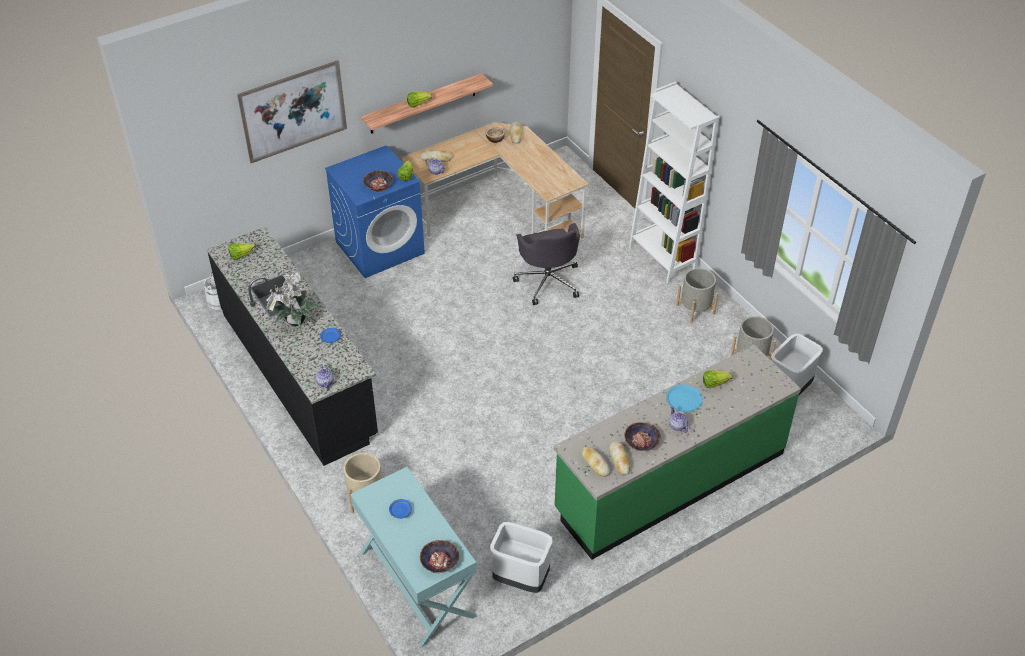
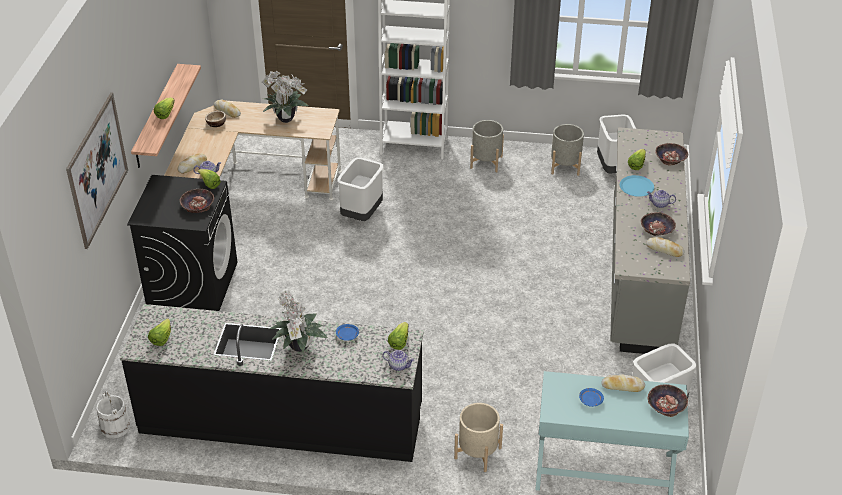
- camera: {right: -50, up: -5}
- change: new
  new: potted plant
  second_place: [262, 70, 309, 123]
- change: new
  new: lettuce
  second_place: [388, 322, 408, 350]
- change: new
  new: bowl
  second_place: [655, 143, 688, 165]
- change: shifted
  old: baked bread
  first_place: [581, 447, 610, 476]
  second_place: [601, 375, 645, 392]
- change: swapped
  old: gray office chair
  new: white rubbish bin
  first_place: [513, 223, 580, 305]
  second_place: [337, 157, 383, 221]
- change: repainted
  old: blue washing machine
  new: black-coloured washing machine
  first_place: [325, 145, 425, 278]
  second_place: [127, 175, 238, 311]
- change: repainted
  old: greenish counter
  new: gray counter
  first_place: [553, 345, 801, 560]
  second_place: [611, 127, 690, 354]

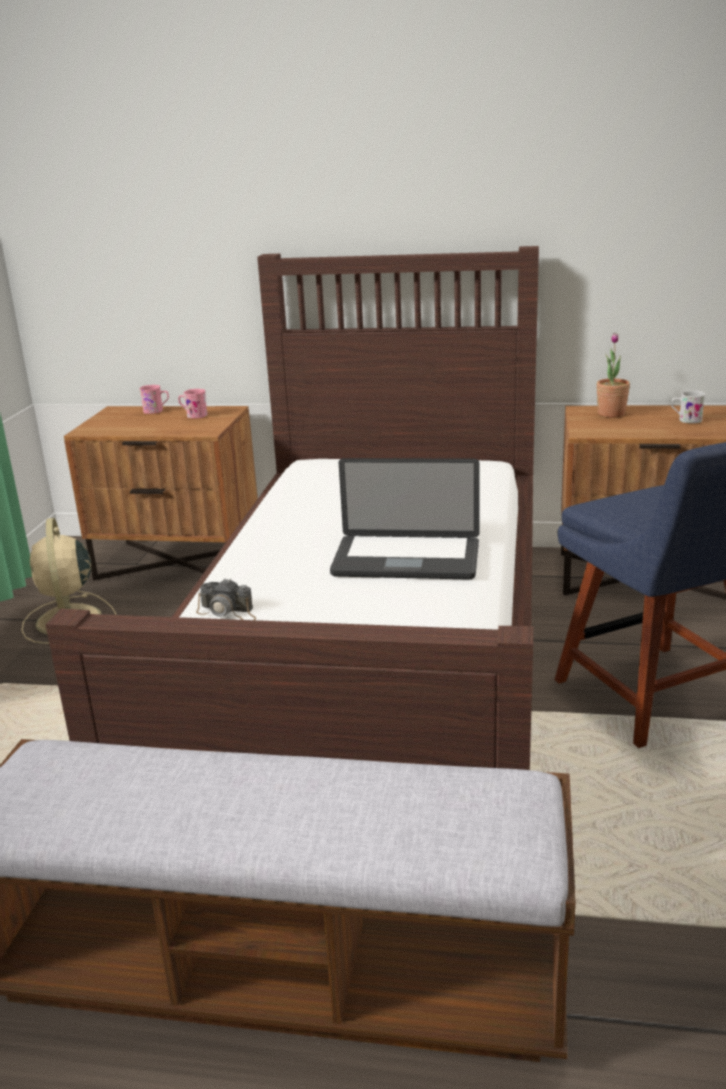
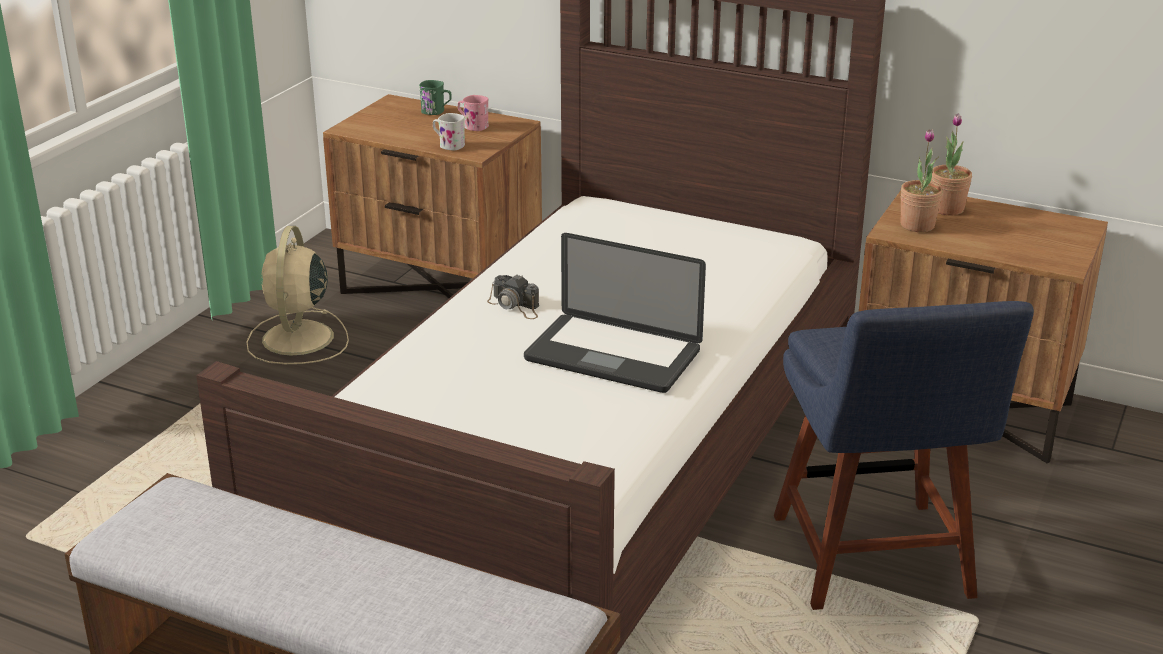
- camera: {right: 15, up: 5}
- change: new
  new: potted plant
  second_place: [901, 129, 943, 232]
- change: shifted
  old: still camera
  first_place: [196, 578, 256, 620]
  second_place: [487, 274, 539, 319]
- change: shifted
  old: white mug
  first_place: [671, 390, 705, 423]
  second_place: [433, 113, 465, 150]
- change: repainted
  old: pink mug
  new: greenish mug
  first_place: [140, 385, 169, 414]
  second_place: [419, 80, 452, 115]

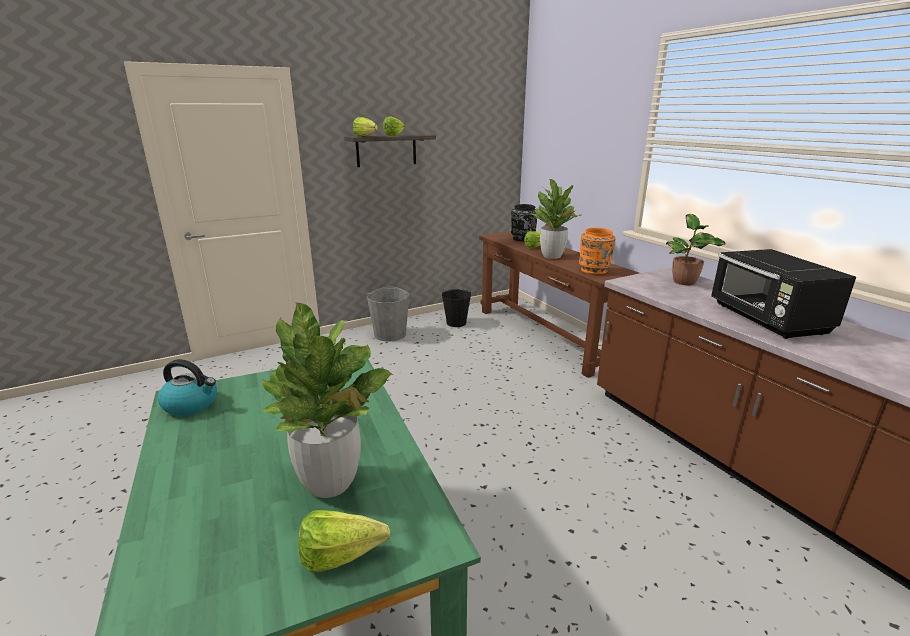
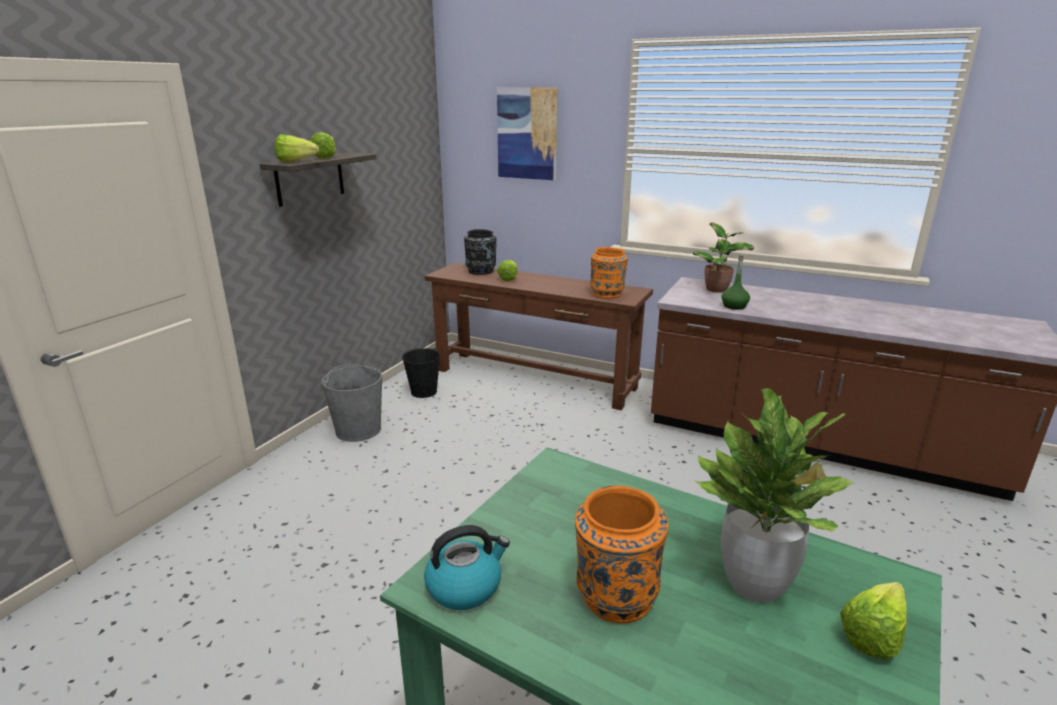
- camera: {right: -35, up: 0}
- change: gone
  old: potted plant
  first_place: [531, 179, 581, 259]
- change: gone
  old: black-coloured microwave oven
  first_place: [711, 249, 856, 339]
- change: new
  new: picture
  second_place: [497, 87, 558, 180]
- change: new
  new: orangey decorative vase
  second_place: [575, 486, 669, 623]
- change: new
  new: greenish beverage bottle
  second_place: [721, 255, 750, 310]

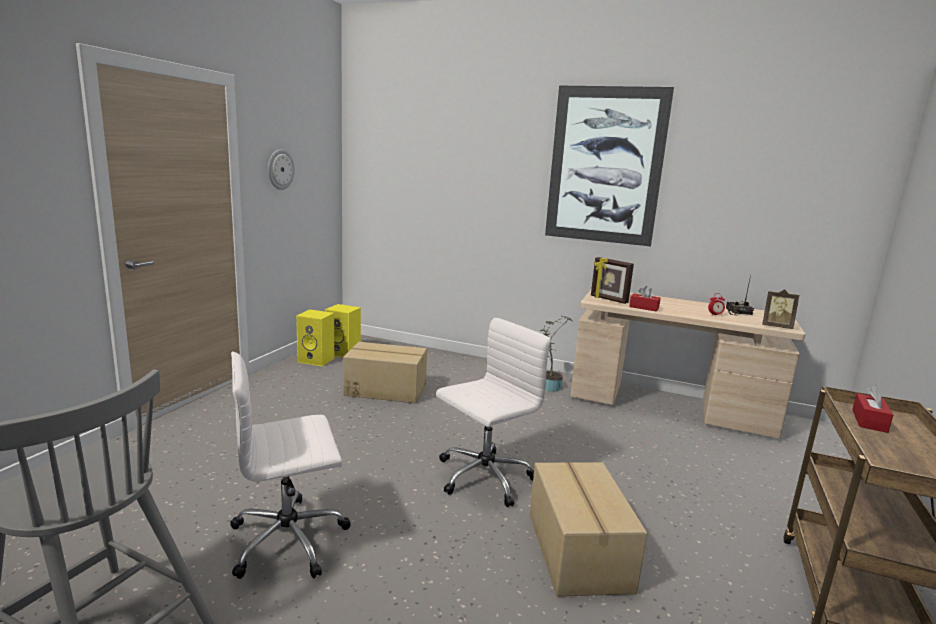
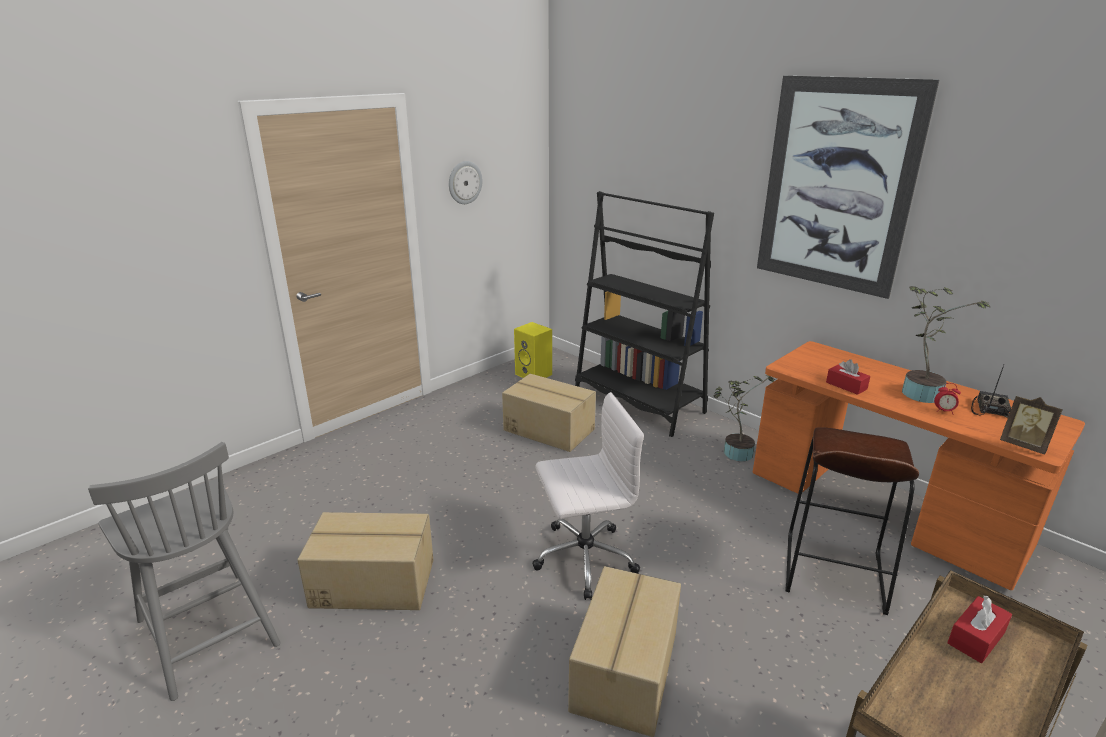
- camera: {right: 25, up: 10}
- change: gone
  old: yellowish speaker
  first_place: [296, 309, 334, 366]
- change: gone
  old: picture frame
  first_place: [591, 257, 634, 304]
- change: new
  new: black-coloured bookshelf
  second_place: [575, 191, 714, 437]
- change: new
  new: brownish stool seat
  second_place: [785, 427, 919, 615]
- change: new
  new: potted plant
  second_place: [902, 286, 990, 403]
- change: swapped
  old: white office chair
  new: cardboard box
  first_place: [230, 352, 351, 579]
  second_place: [297, 512, 434, 610]
- change: repainted
  old: beige-coloured desk
  new: orangey desk
  first_place: [571, 290, 805, 438]
  second_place: [753, 341, 1085, 590]

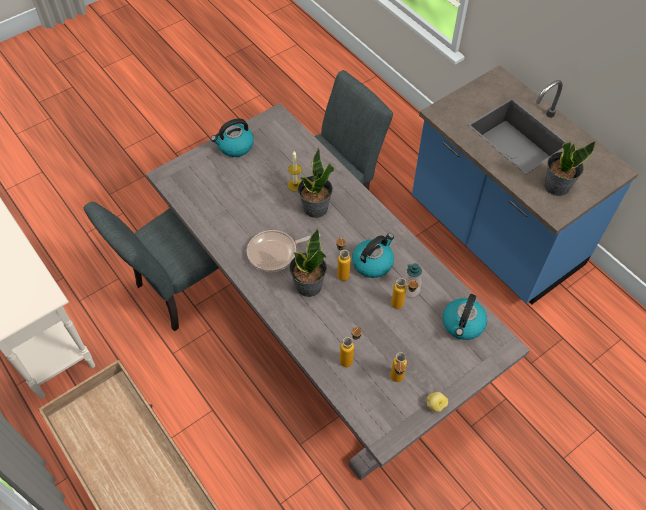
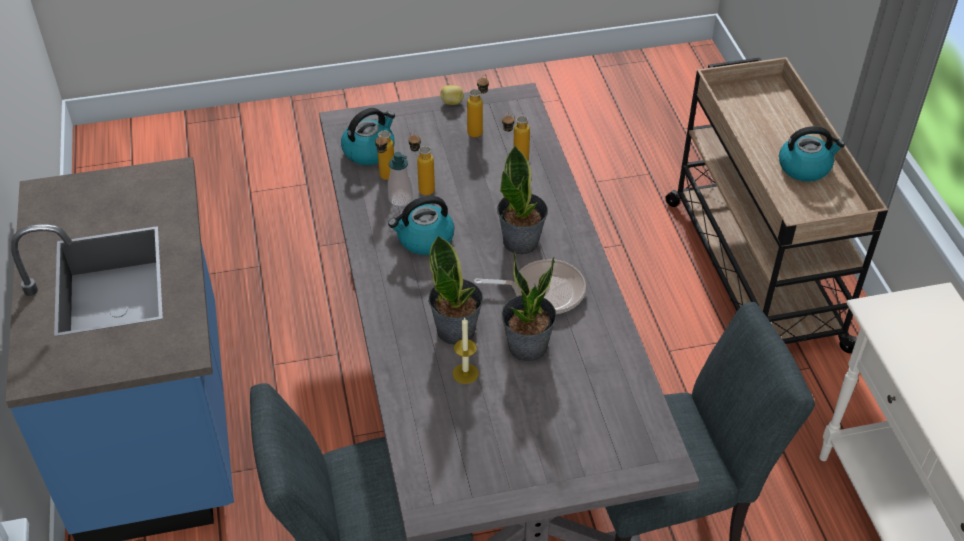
- camera: {right: -155, up: -10}
- change: shifted
  old: kettle
  first_place: [211, 118, 254, 157]
  second_place: [779, 126, 845, 182]
- change: shifted
  old: beverage bottle
  first_place: [336, 237, 351, 281]
  second_place: [375, 131, 394, 180]
- change: shifted
  old: potted plant
  first_place: [545, 141, 596, 196]
  second_place: [502, 251, 557, 361]

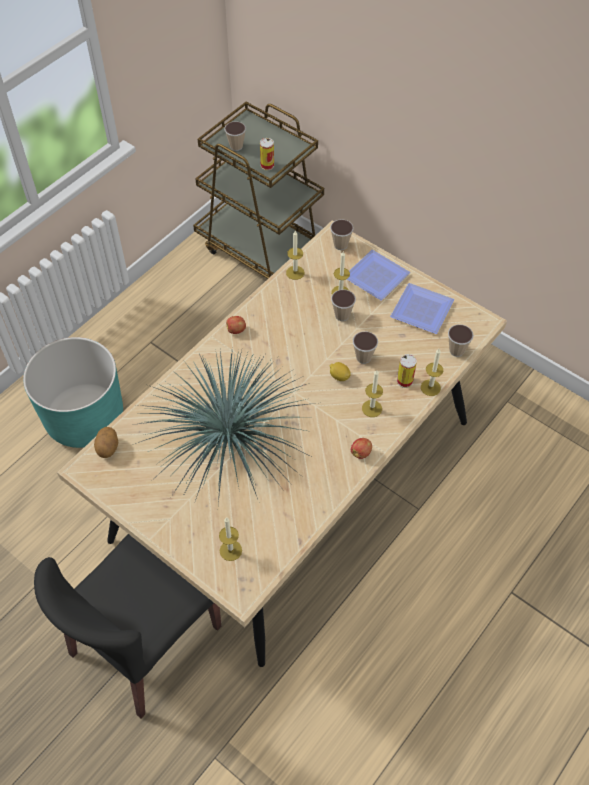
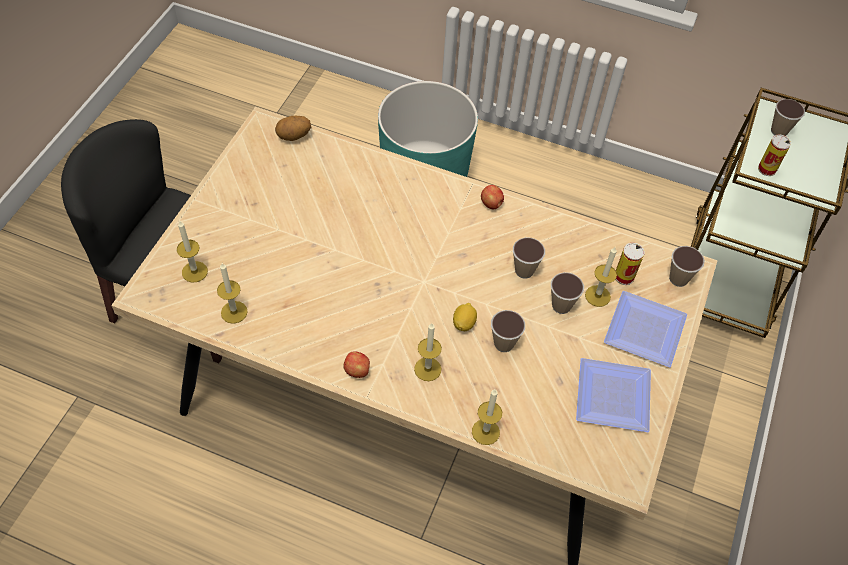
- camera: {right: 70, up: 0}
- change: gone
  old: potted plant
  first_place: [132, 348, 316, 504]
- change: shifted
  old: candle
  first_place: [286, 231, 304, 280]
  second_place: [217, 263, 248, 324]
- change: shifted
  old: sealed can
  first_place: [397, 354, 417, 388]
  second_place: [615, 243, 645, 285]
- change: shifted
  old: small cup
  first_place: [448, 324, 474, 357]
  second_place: [513, 237, 545, 279]

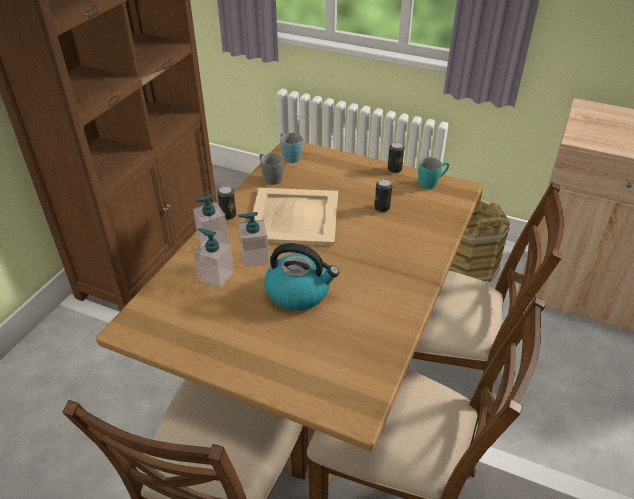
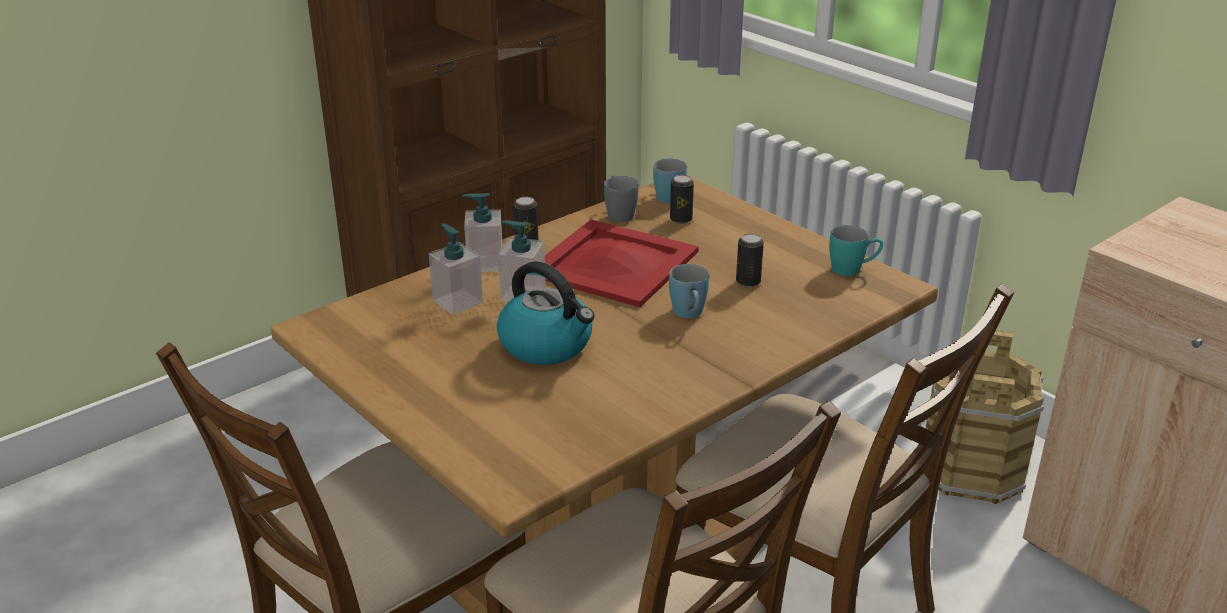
- camera: {right: 25, up: -10}
- change: new
  new: blue mug
  second_place: [669, 264, 709, 318]
- change: shifted
  old: sealed can
  first_place: [388, 142, 404, 173]
  second_place: [670, 175, 694, 224]
- change: repainted
  old: beige-coloured serving tray
  new: red-coloured serving tray
  first_place: [253, 188, 338, 246]
  second_place: [545, 219, 699, 307]

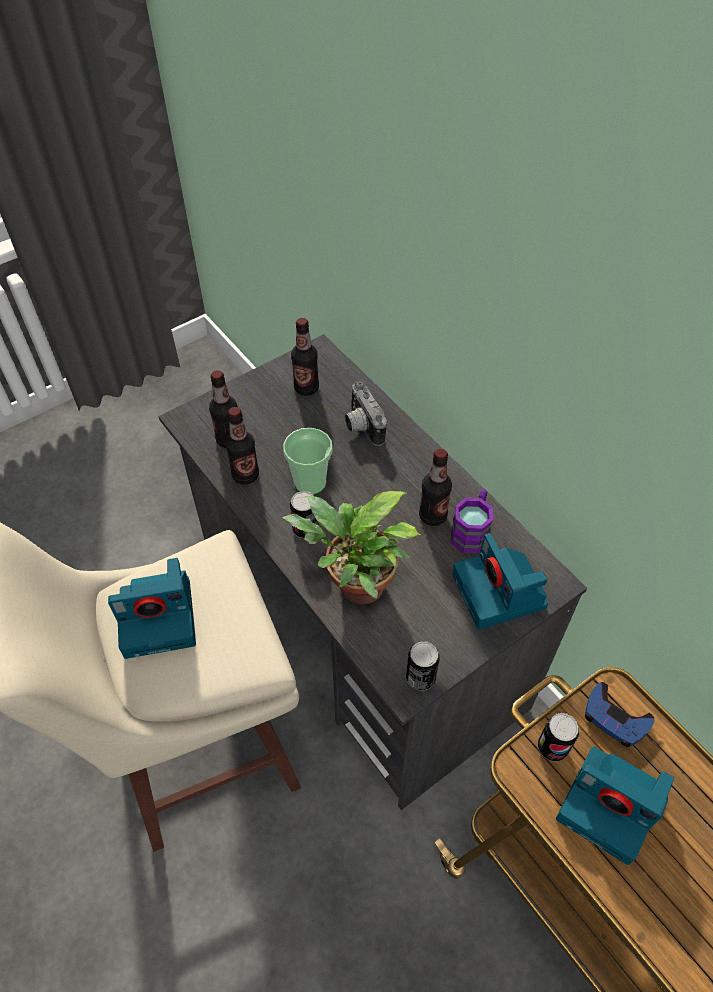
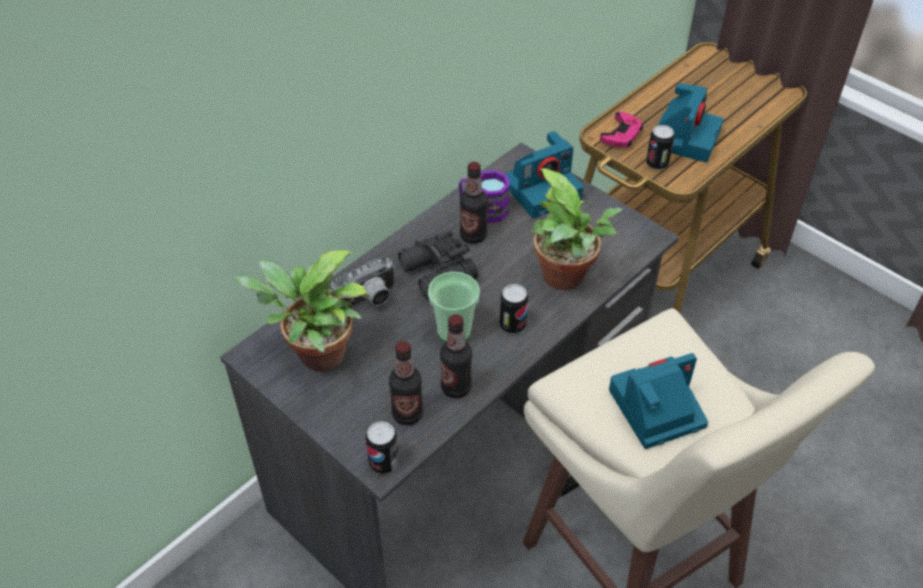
- camera: {right: -100, up: -5}
- change: new
  new: black-coloured binoculars
  second_place: [398, 231, 478, 300]
- change: shifted
  old: sealed can
  first_place: [406, 641, 439, 690]
  second_place: [366, 421, 399, 474]
- change: swapped
  old: beverage bottle
  new: potted plant
  first_place: [291, 318, 319, 396]
  second_place: [233, 250, 370, 372]
- change: repainted
  old: blue joypad
  new: pink joypad
  first_place: [585, 682, 655, 747]
  second_place: [600, 112, 643, 148]
- change: rotated
  old: still camera
  first_place: [108, 558, 196, 659]
  second_place: [609, 353, 708, 449]
  degrees: -90

